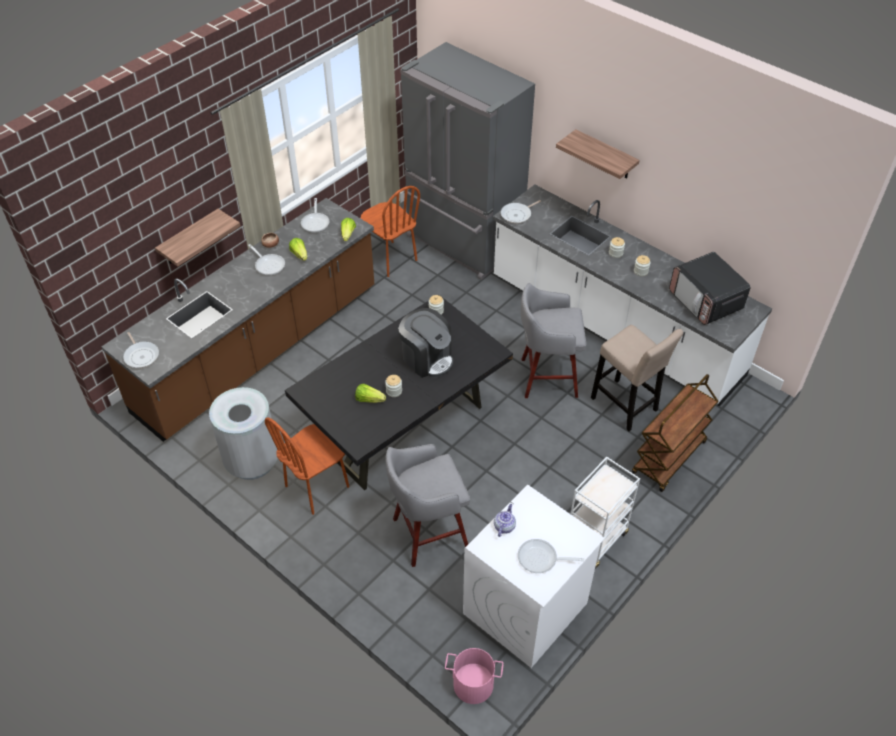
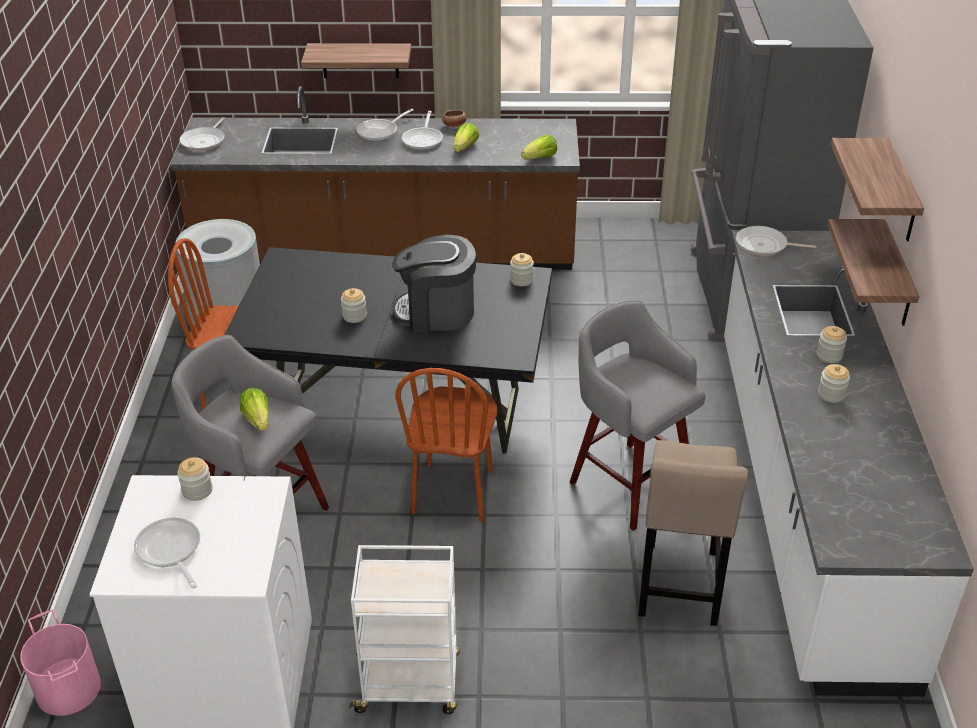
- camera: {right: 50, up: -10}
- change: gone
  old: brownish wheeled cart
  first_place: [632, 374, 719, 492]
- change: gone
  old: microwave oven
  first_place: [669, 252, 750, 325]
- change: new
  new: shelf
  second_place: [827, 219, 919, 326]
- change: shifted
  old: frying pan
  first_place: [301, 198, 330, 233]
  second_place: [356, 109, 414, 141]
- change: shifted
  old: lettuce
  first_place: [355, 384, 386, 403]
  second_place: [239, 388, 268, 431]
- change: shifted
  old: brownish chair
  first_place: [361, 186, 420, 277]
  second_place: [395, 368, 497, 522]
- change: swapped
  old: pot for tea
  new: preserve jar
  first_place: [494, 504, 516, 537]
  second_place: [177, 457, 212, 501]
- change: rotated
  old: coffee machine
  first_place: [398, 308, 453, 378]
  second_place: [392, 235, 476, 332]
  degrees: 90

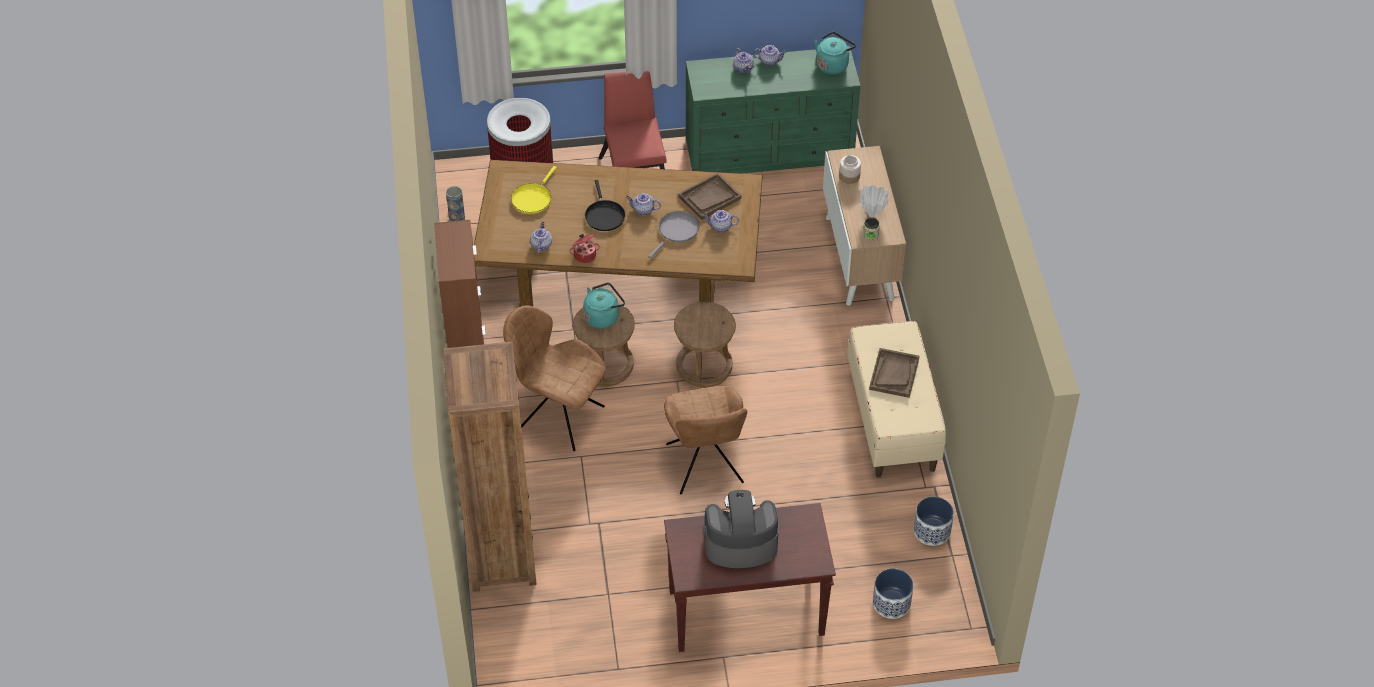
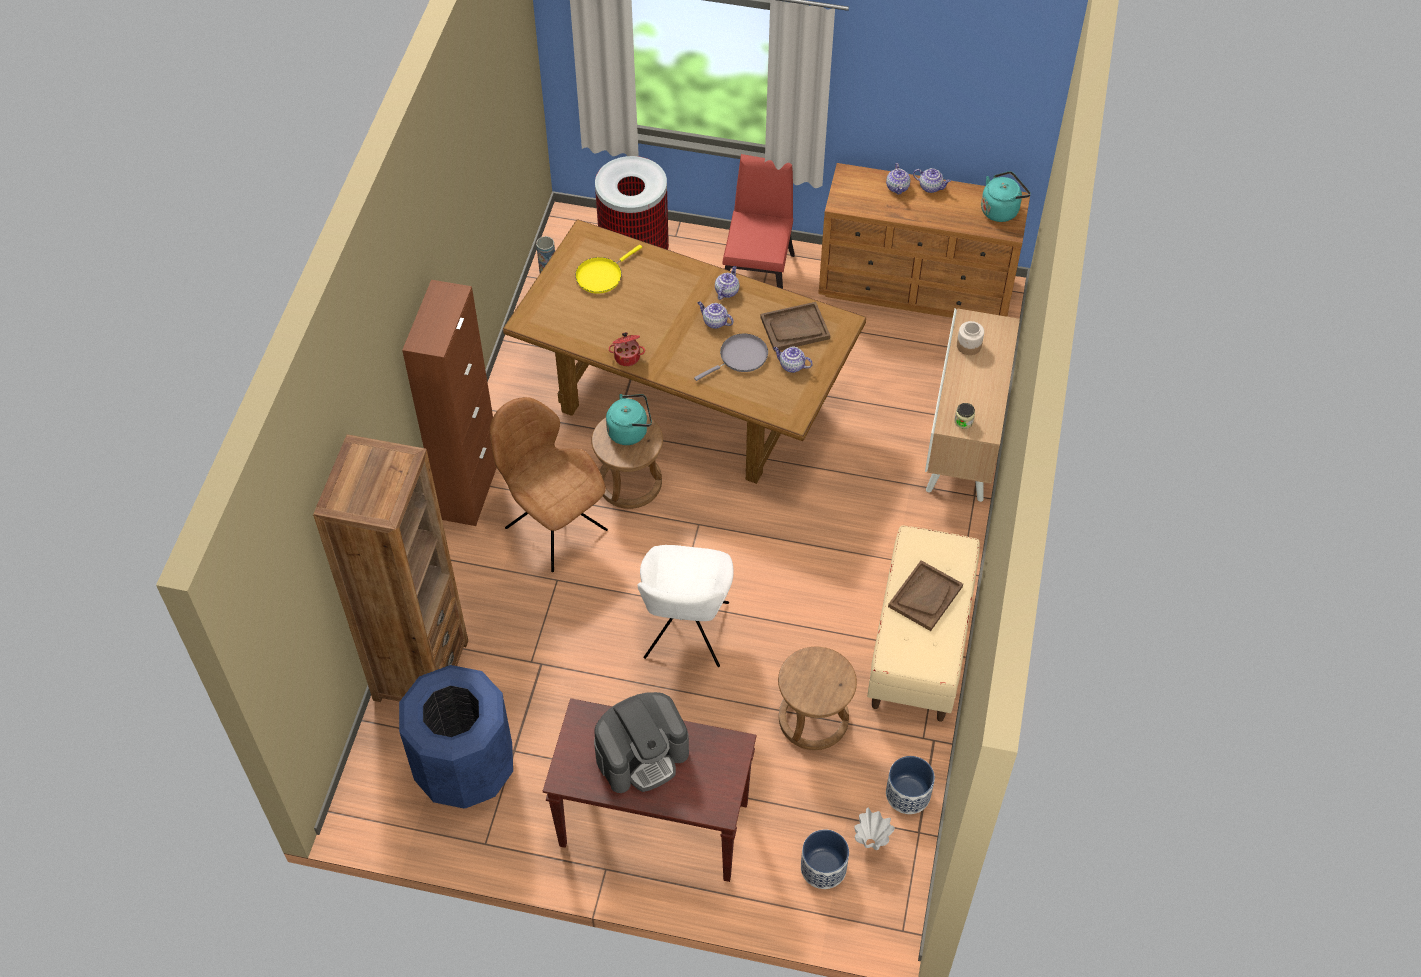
- camera: {right: 20, up: 5}
- change: gone
  old: black-coloured frying pan
  first_place: [585, 180, 625, 231]
- change: new
  new: blue rubbish bin
  second_place: [399, 665, 513, 809]
- change: shifted
  old: pot for tea
  first_place: [530, 222, 552, 253]
  second_place: [715, 266, 739, 300]
- change: shifted
  old: brownish stool seat
  first_place: [674, 302, 736, 388]
  second_place: [778, 647, 857, 750]
- change: shifted
  old: white decorative vase
  first_place: [860, 185, 889, 217]
  second_place: [854, 808, 895, 850]
- change: repainted
  old: brownish chair
  new: white chair
  first_place: [664, 386, 747, 494]
  second_place: [638, 545, 734, 667]
- change: repainted
  old: greenish dresser
  new: brownish dresser
  first_place: [686, 46, 861, 174]
  second_place: [818, 163, 1030, 318]
- change: rotated
  old: coffee machine
  first_place: [704, 490, 779, 568]
  second_place: [594, 692, 689, 793]
  degrees: 135

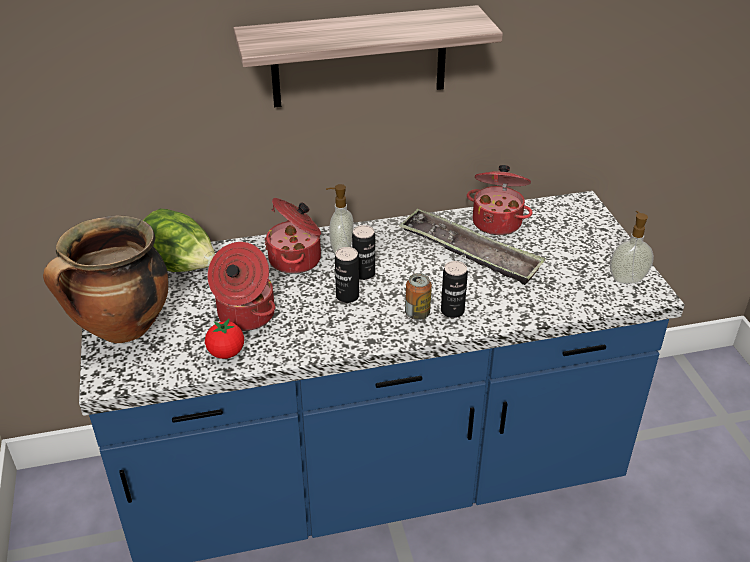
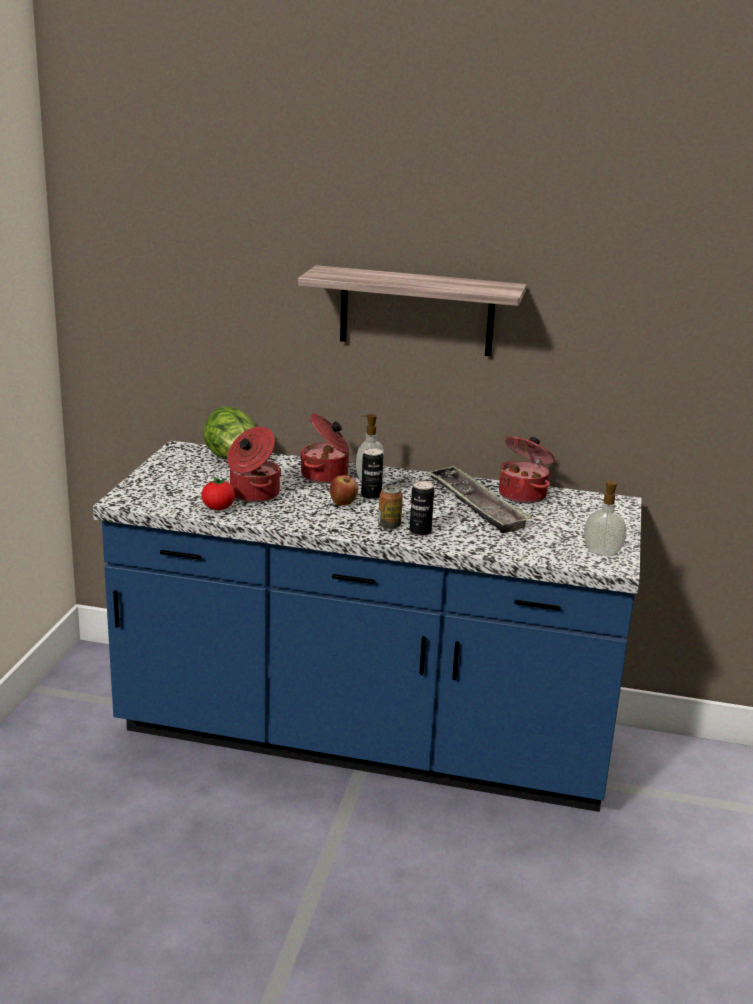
- camera: {right: 25, up: -15}
- change: gone
  old: cooking pot
  first_place: [43, 215, 169, 343]
- change: swapped
  old: sealed can
  new: apple fruit
  first_place: [335, 247, 359, 303]
  second_place: [330, 475, 358, 506]

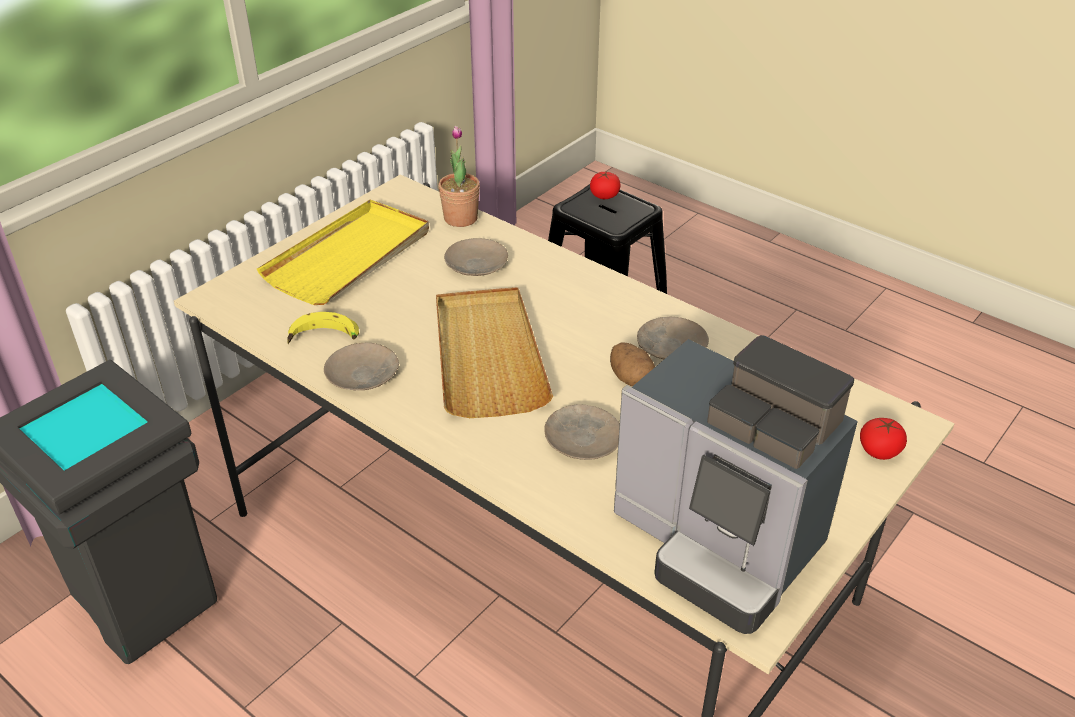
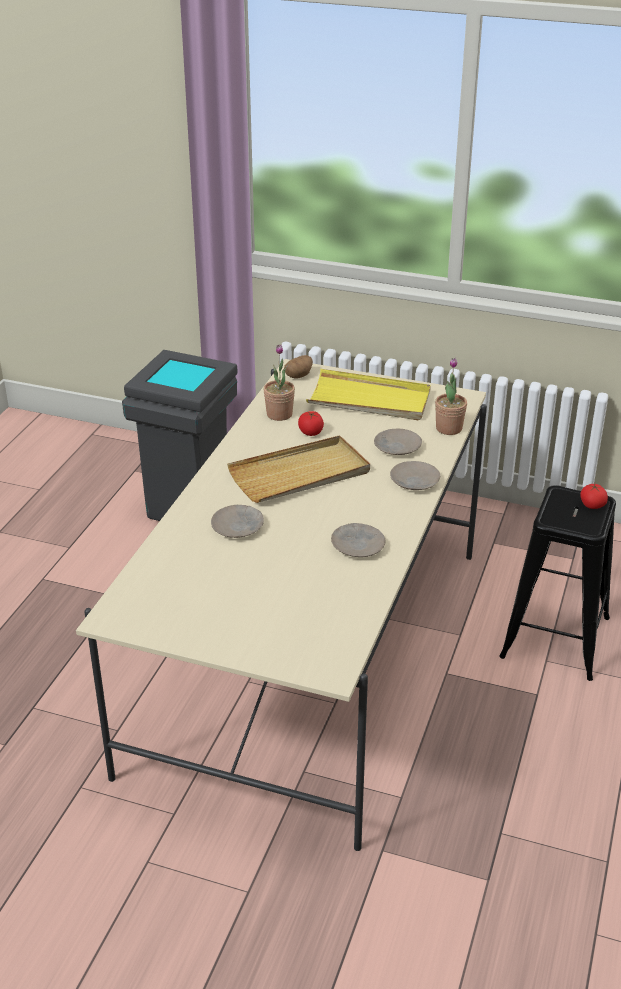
- camera: {right: 70, up: -5}
- change: gone
  old: coffee machine
  first_place: [614, 335, 858, 634]
- change: shifted
  old: beige-coloured dinner plate
  first_place: [324, 343, 399, 390]
  second_place: [390, 461, 440, 490]
- change: shifted
  old: potato
  first_place: [610, 342, 655, 386]
  second_place: [284, 355, 313, 379]
- change: shifted
  old: whole tomato
  first_place: [860, 418, 907, 460]
  second_place: [298, 411, 324, 436]
- change: swapped
  old: banana
  new: potted plant
  first_place: [287, 312, 359, 344]
  second_place: [263, 344, 295, 421]

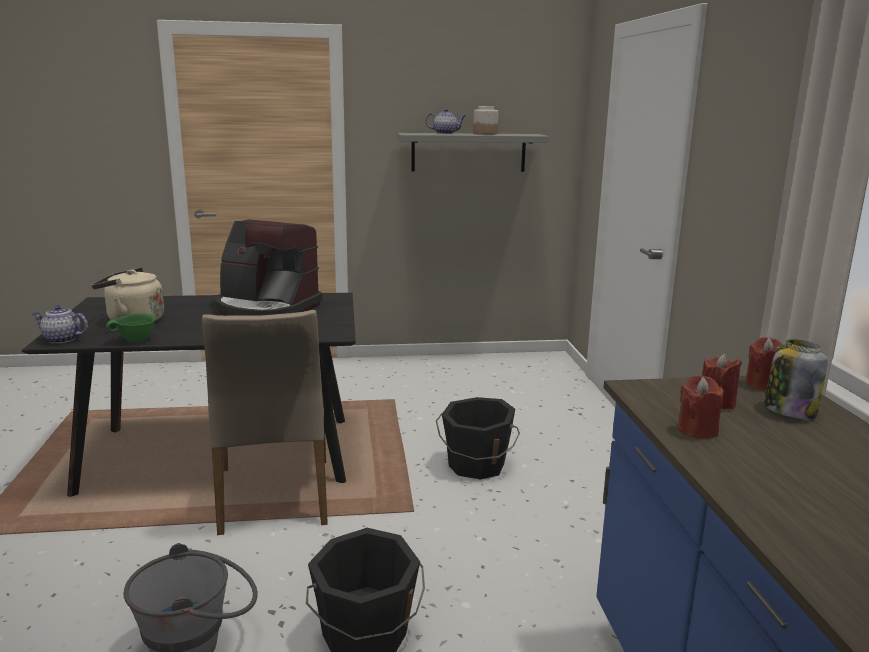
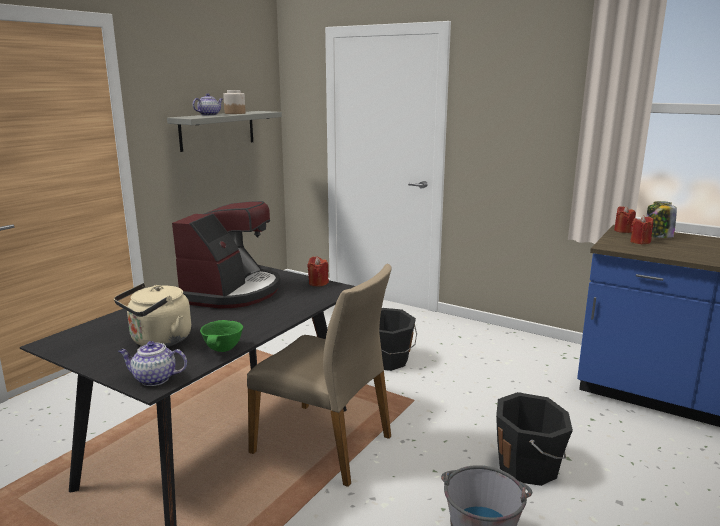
- camera: {right: -50, up: 0}
- change: shifted
  old: red-coloured candle
  first_place: [678, 375, 724, 439]
  second_place: [307, 256, 329, 286]
- change: rotated
  old: pot for tea
  first_place: [32, 305, 88, 343]
  second_place: [118, 341, 187, 386]
  degrees: 45
- change: rotated
  old: coffee machine
  first_place: [215, 219, 323, 316]
  second_place: [172, 201, 281, 308]
  degrees: -45

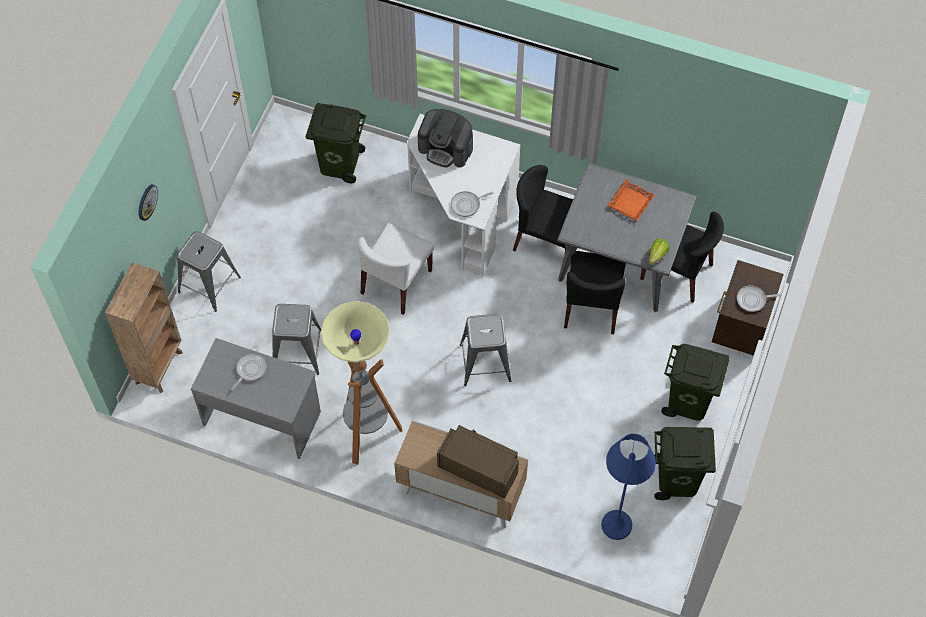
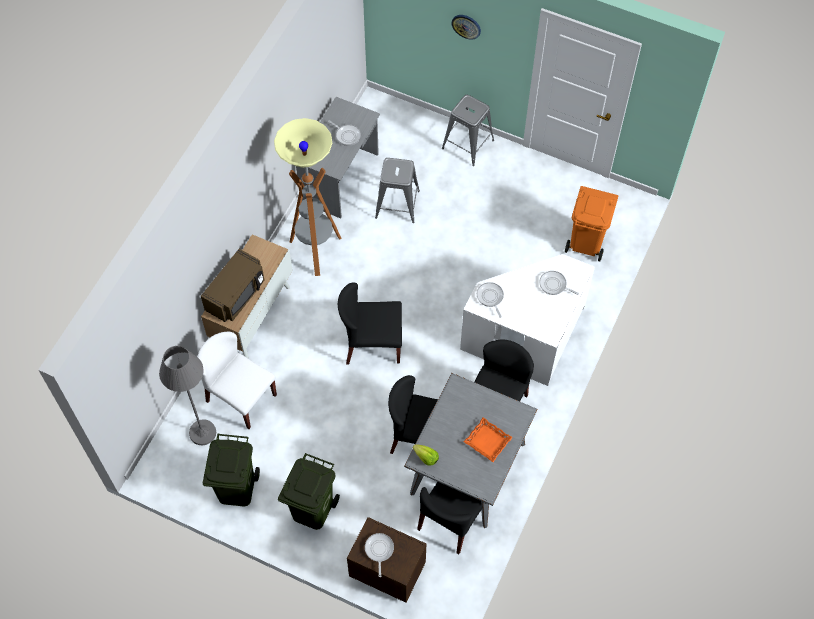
- camera: {right: 95, up: 0}
- change: gone
  old: brownish bookshelf
  first_place: [105, 262, 183, 393]
- change: shifted
  old: white chair
  first_place: [358, 223, 434, 315]
  second_place: [198, 332, 277, 429]
- change: swapped
  old: coffee machine
  new: frying pan
  first_place: [418, 109, 473, 168]
  second_place: [539, 271, 579, 295]
- change: swapped
  old: gray stool seat
  new: black-coloured chair
  first_place: [460, 314, 511, 386]
  second_place: [338, 282, 402, 364]
- change: repainted
  old: greenish rubbish bin
  new: orangey rubbish bin
  first_place: [306, 103, 366, 183]
  second_place: [565, 186, 618, 261]
- change: repainted
  old: blue floor lamp
  new: gray floor lamp
  first_place: [601, 434, 656, 540]
  second_place: [159, 346, 216, 445]

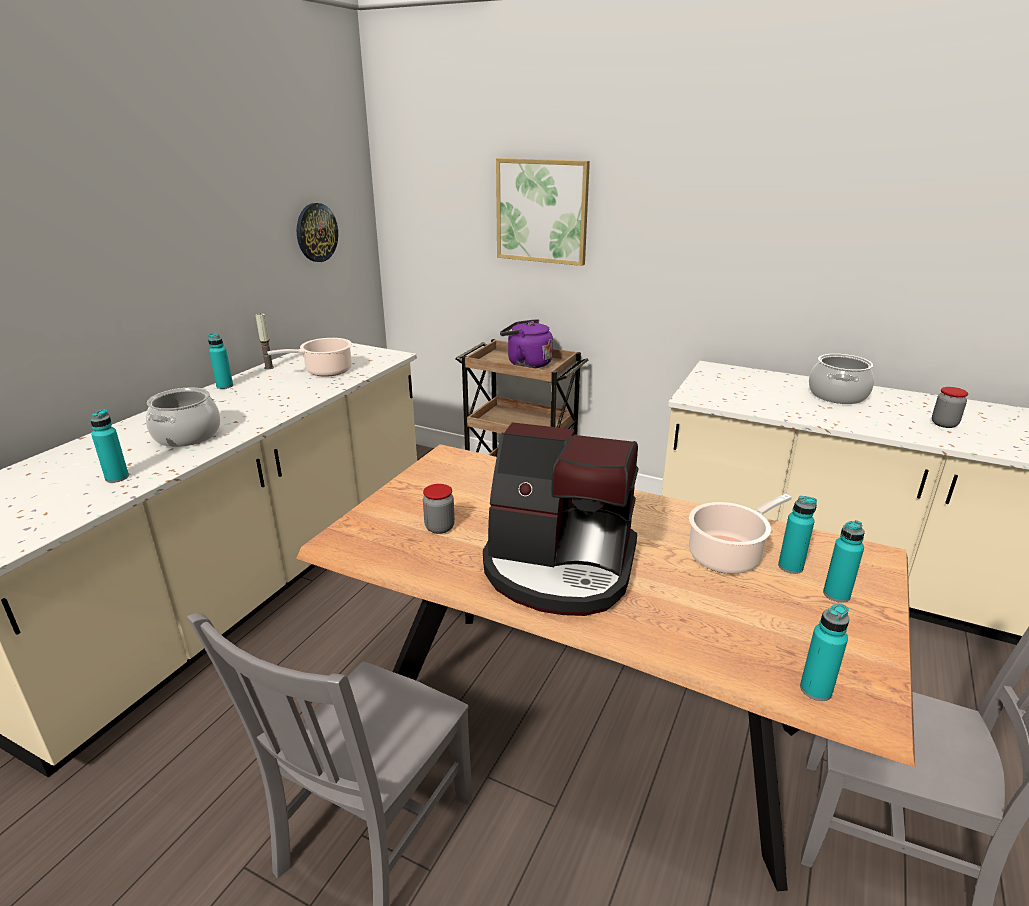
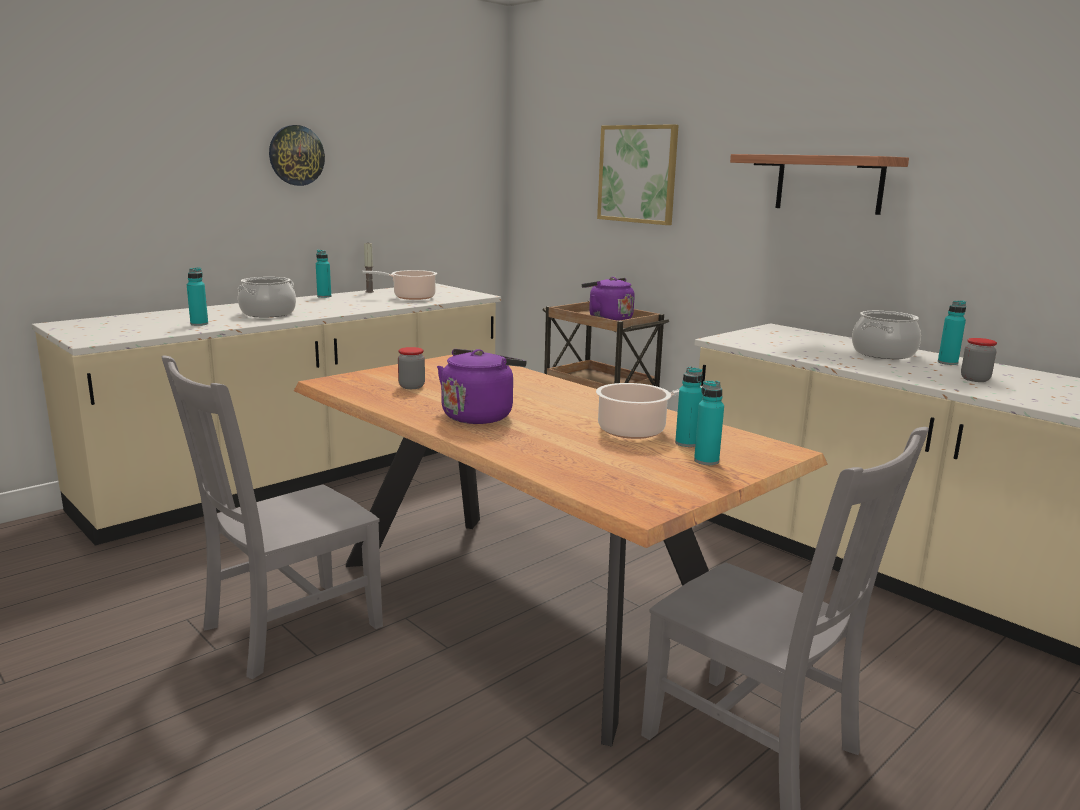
- camera: {right: 20, up: -10}
- change: new
  new: shelf
  second_place: [730, 154, 909, 215]
- change: shifted
  old: wall clock
  first_place: [297, 203, 338, 262]
  second_place: [269, 125, 325, 186]
- change: shifted
  old: blue-green beverage bottle
  first_place: [800, 603, 850, 701]
  second_place: [938, 301, 966, 365]
- change: swapped
  old: coffee machine
  new: purple kettle
  first_place: [483, 422, 638, 616]
  second_place: [437, 349, 526, 424]

